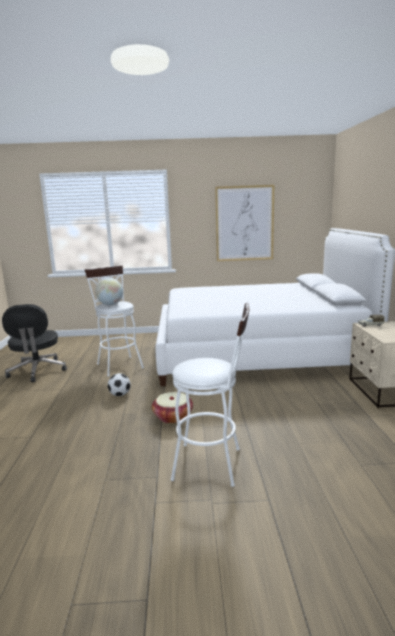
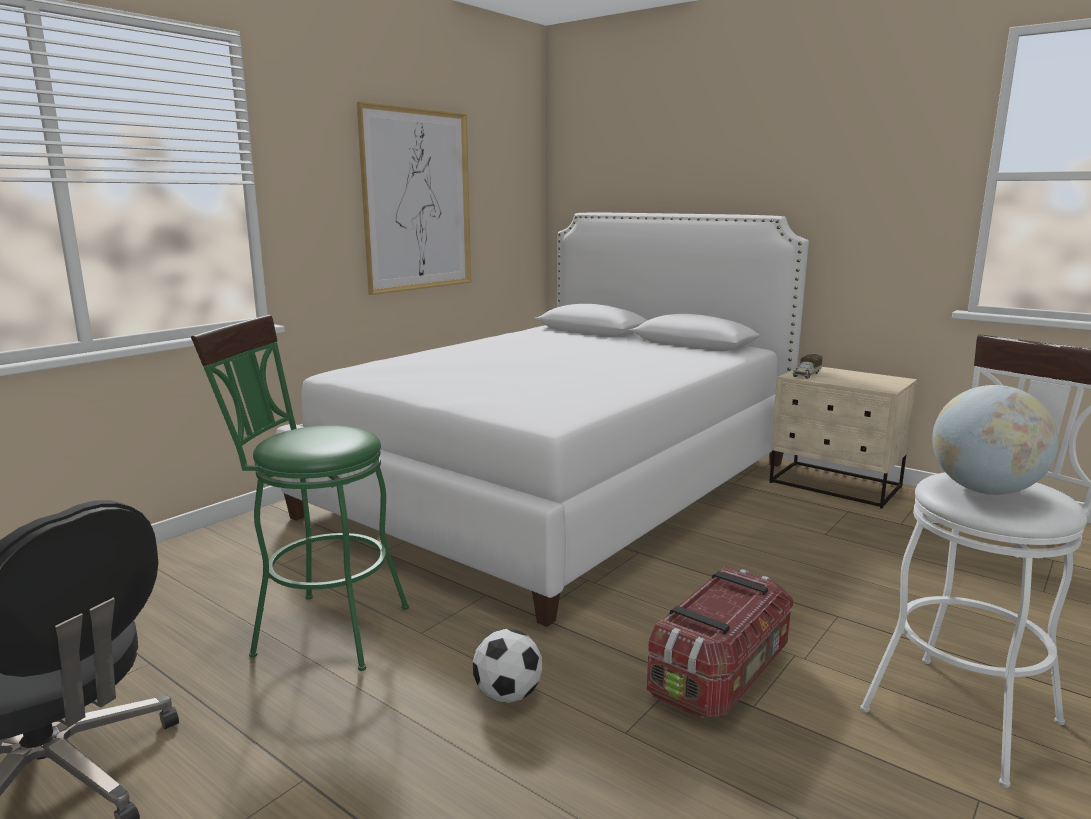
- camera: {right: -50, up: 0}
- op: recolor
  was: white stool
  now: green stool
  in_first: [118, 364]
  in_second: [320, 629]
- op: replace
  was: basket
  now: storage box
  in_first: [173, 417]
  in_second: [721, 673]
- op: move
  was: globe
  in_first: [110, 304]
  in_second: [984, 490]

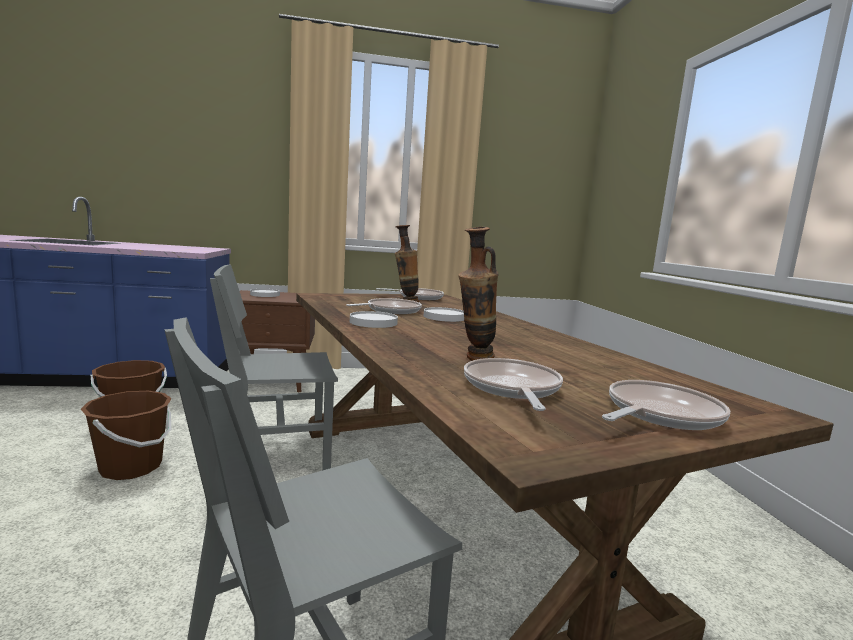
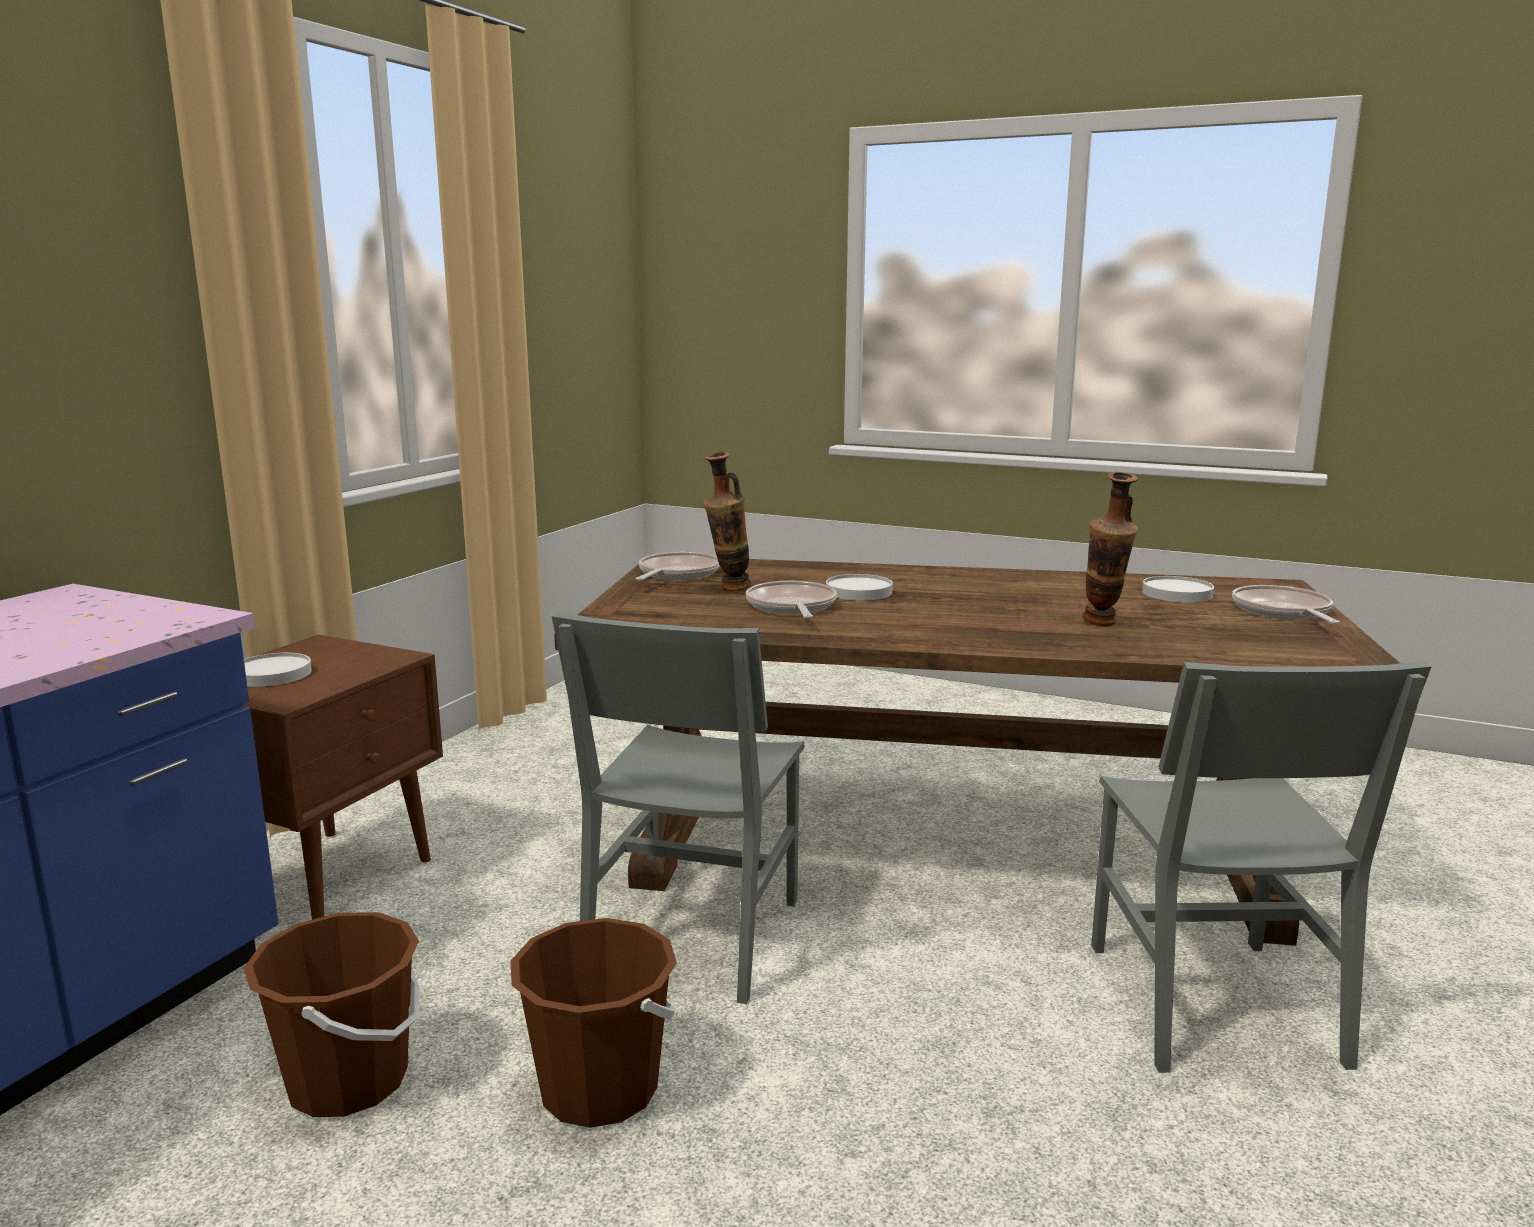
- camera: {right: -55, up: 5}
- op: move
  was: white plate
  in_first: [373, 322]
  in_second: [1176, 593]
- op: delete
  was: frying pan
  in_first: [512, 388]

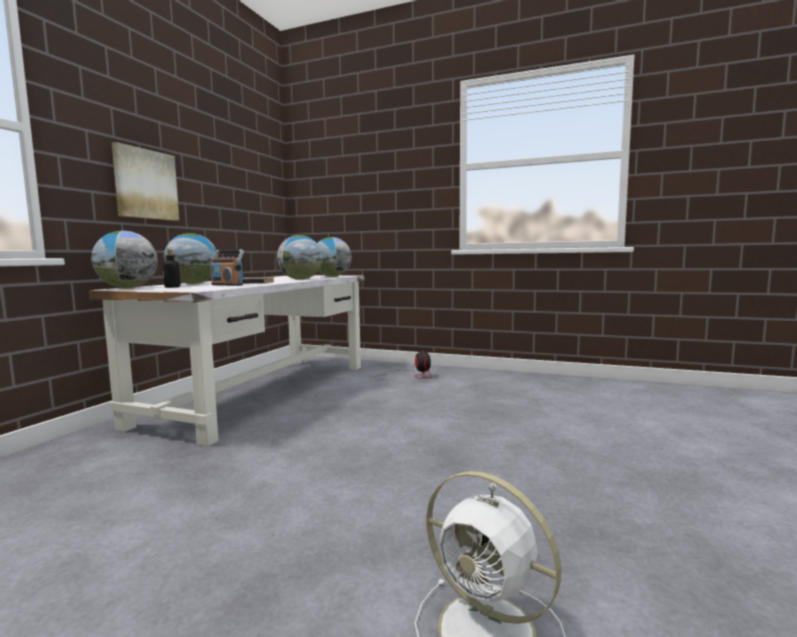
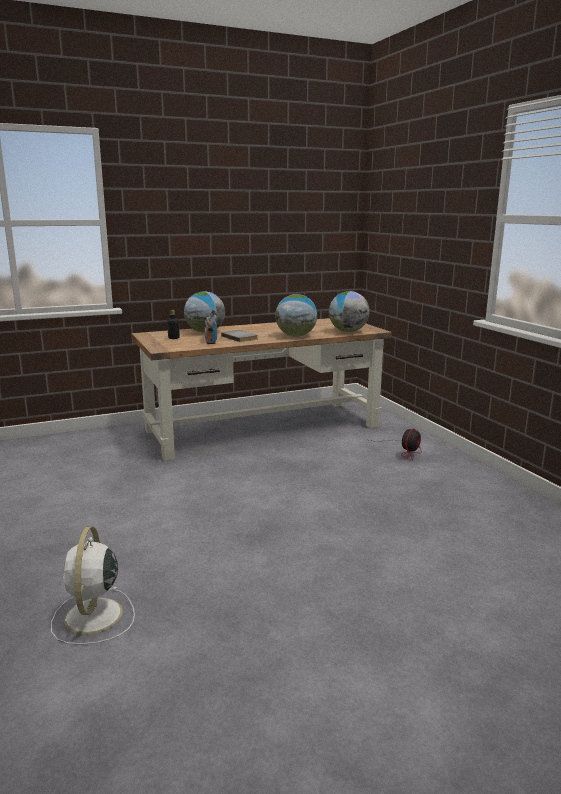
- camera: {right: 45, up: 10}
- op: recolor
  was: white desk
  now: brown desk
  in_first: [264, 392]
  in_second: [263, 428]
- op: delete
  was: globe
  in_first: [128, 288]
- op: delete
  was: picture
  in_first: [145, 184]

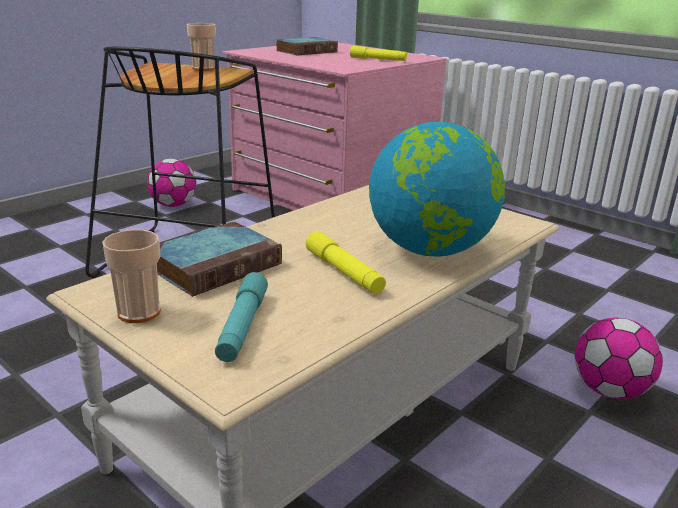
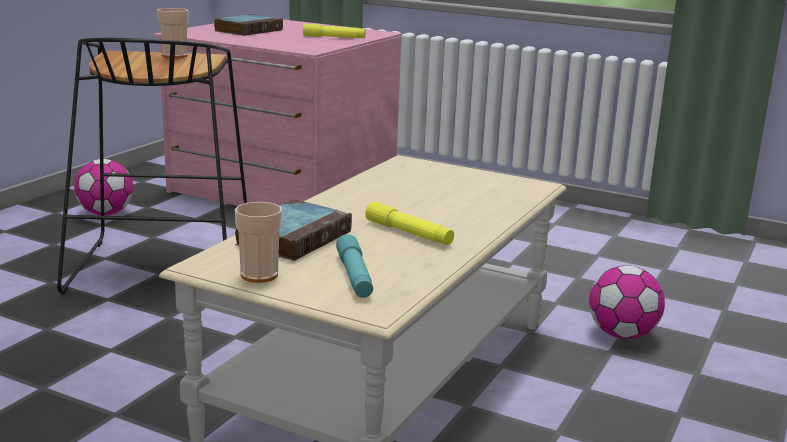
- camera: {right: -15, up: -5}
- op: delete
  was: globe
  in_first: [430, 250]

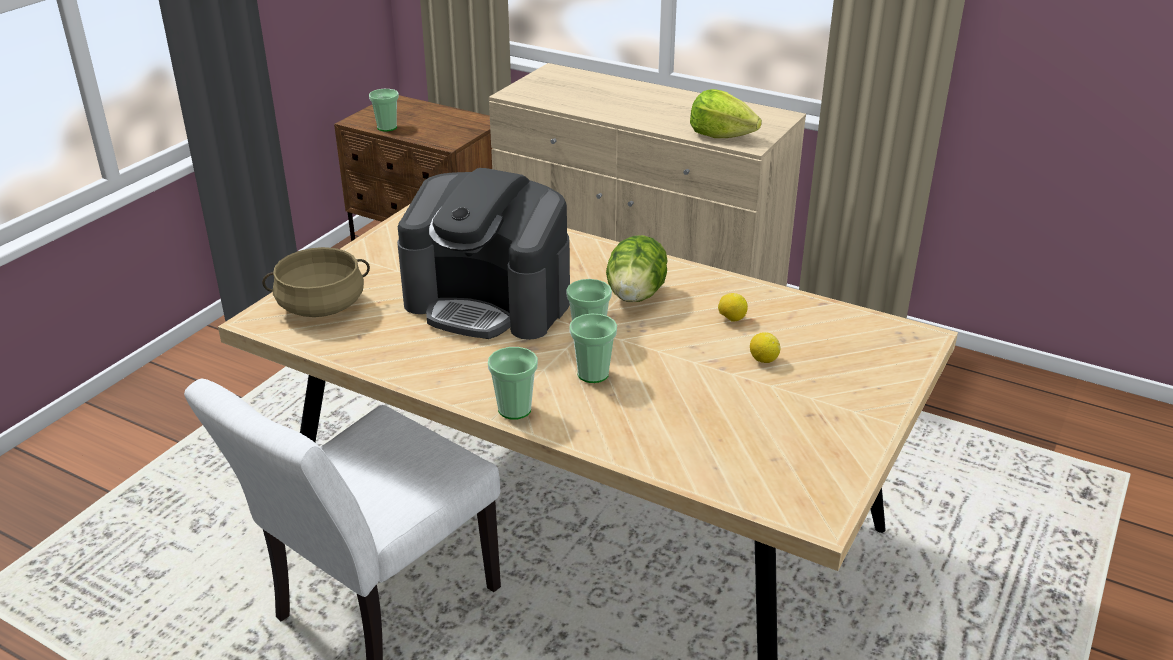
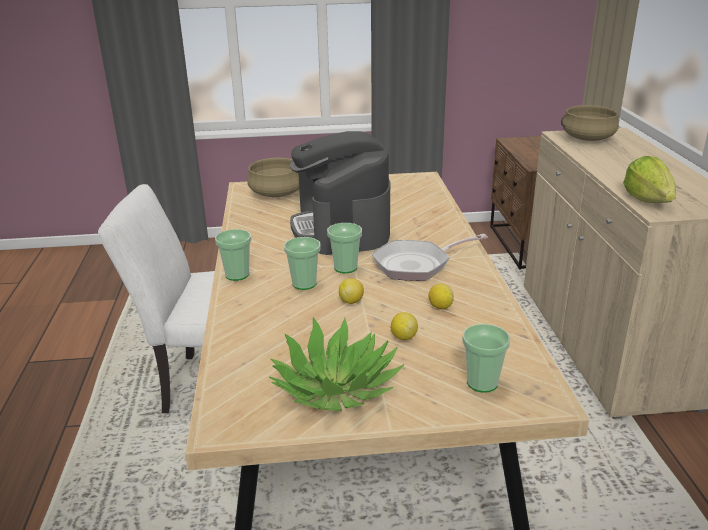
- camera: {right: 55, up: -5}
- op: insert
  now: potted plant
  in_second: [336, 387]
- op: insert
  now: lemon
  in_second: [351, 301]
- op: replace
  was: lettuce
  now: frying pan
  in_first: [635, 296]
  in_second: [417, 264]
- op: move
  was: cup
  in_first: [387, 127]
  in_second: [482, 383]
- op: insert
  now: beige cooking pot
  in_second: [587, 138]

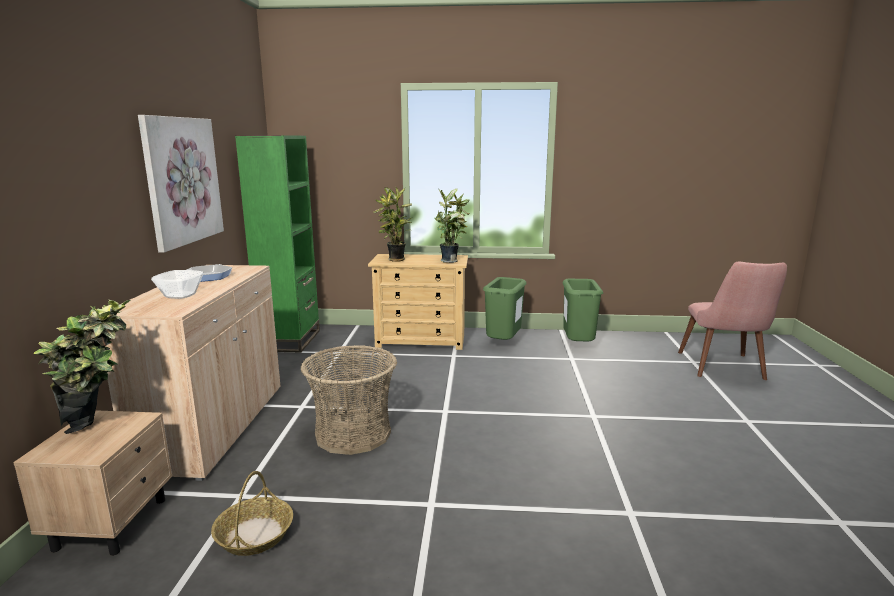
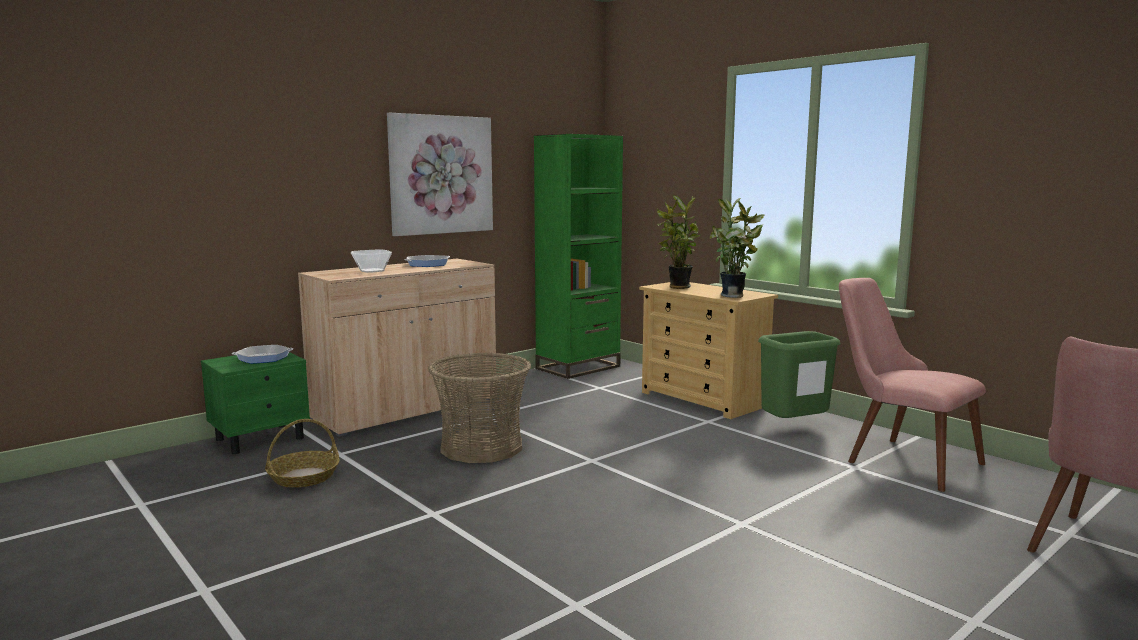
- camera: {right: 45, up: -5}
- op: recolor
  was: beige nightstand
  now: green nightstand
  in_first: [113, 522]
  in_second: [261, 439]
- op: replace
  was: potted plant
  now: frying pan
  in_first: [103, 428]
  in_second: [263, 358]
- op: replace
  was: green trash can
  now: pink chair
  in_first: [577, 346]
  in_second: [898, 458]

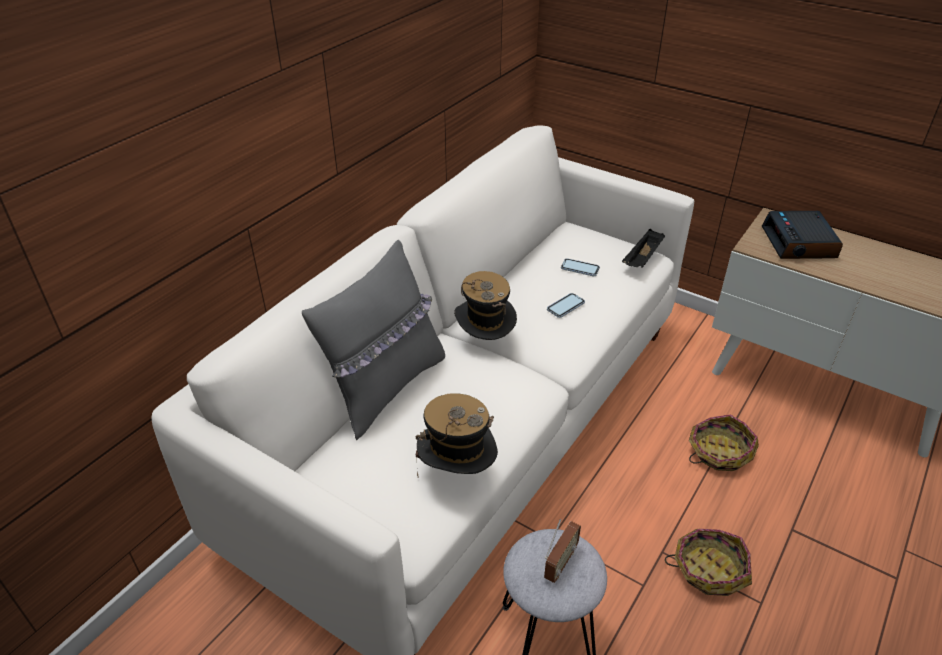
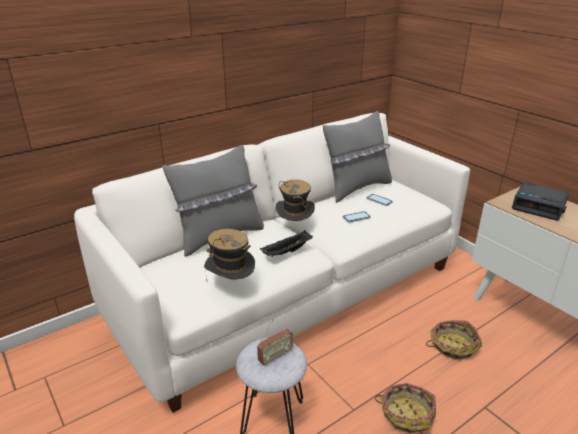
- camera: {right: 20, up: -10}
- op: move
  was: black tray
  in_first: [642, 259]
  in_second: [287, 252]
- op: insert
  now: grey pillow
  in_second: [356, 188]
- op: rotate
  was: alarm clock
  in_first: [799, 243]
  in_second: [539, 206]
  clockwise: -75

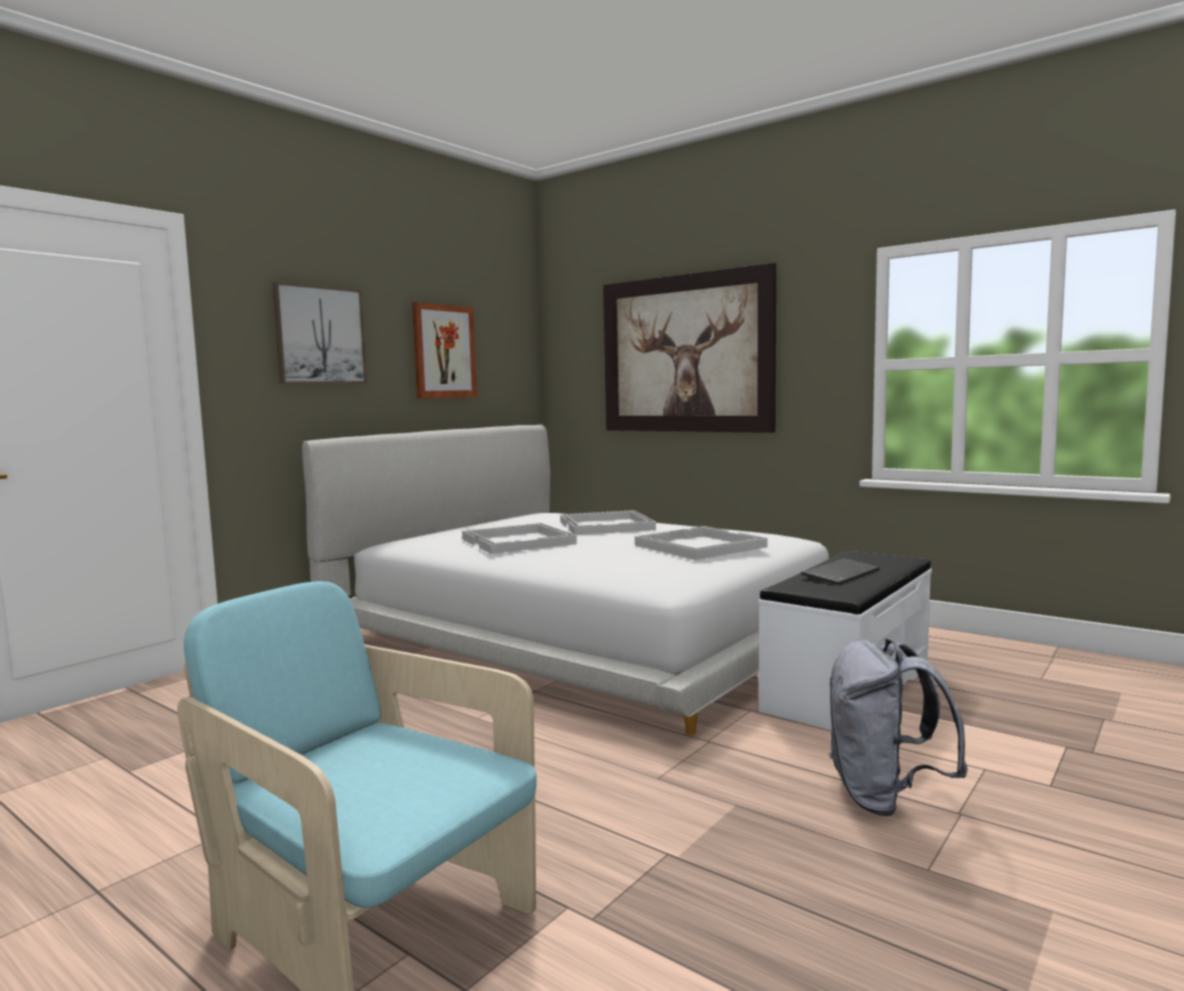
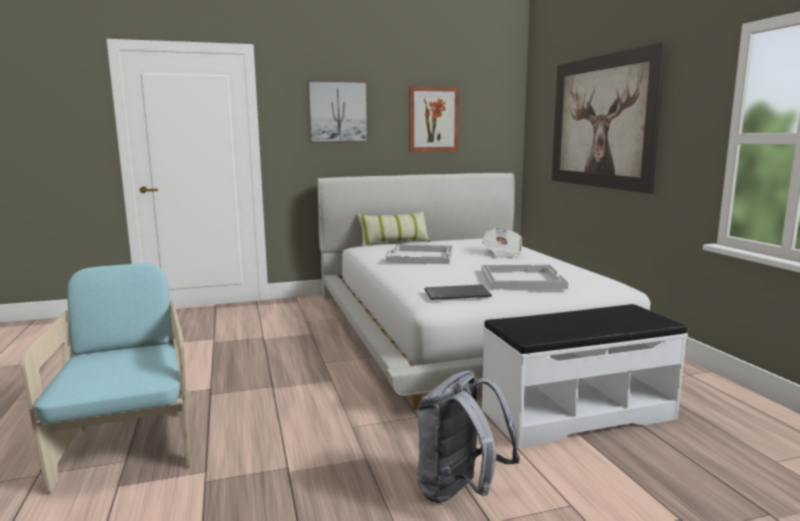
- camera: {right: 35, up: 5}
- op: insert
  now: pillow
  in_second: [394, 242]
- op: move
  was: keyboard
  in_first: [840, 573]
  in_second: [458, 294]
- op: replace
  was: white tray
  now: newspaper
  in_first: [607, 525]
  in_second: [502, 254]

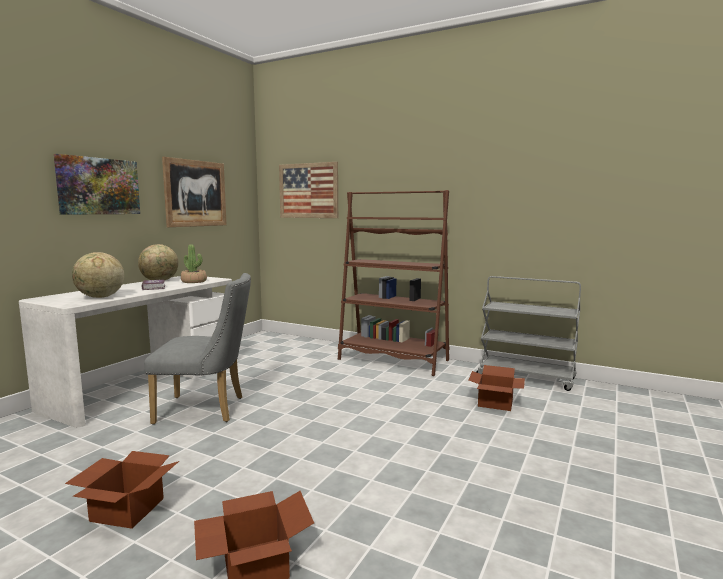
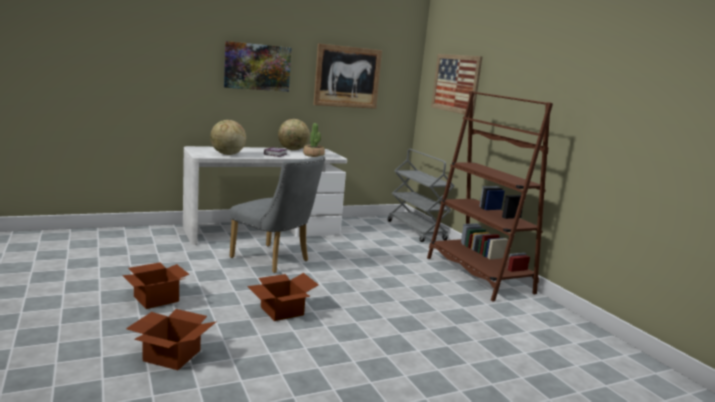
- camera: {right: 35, up: 5}
- op: move
  was: cardboard box
  in_first: [494, 403]
  in_second: [280, 311]
- op: move
  was: grey cart
  in_first: [526, 377]
  in_second: [416, 230]

